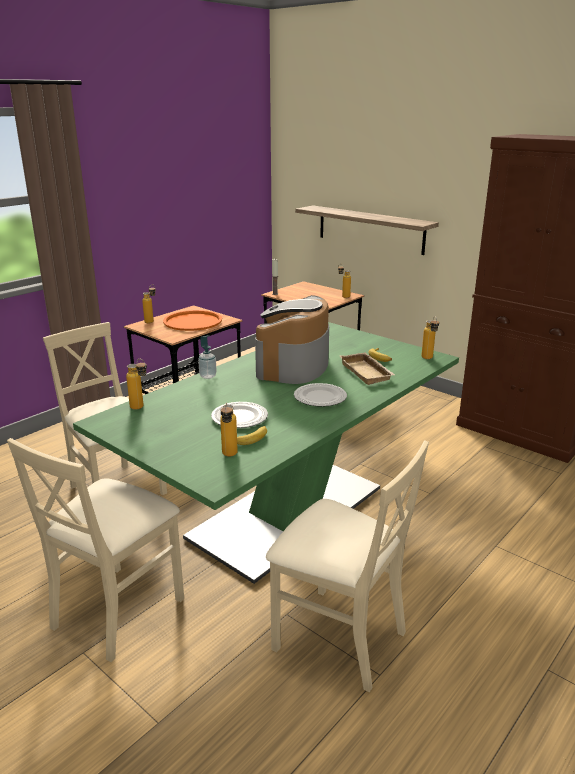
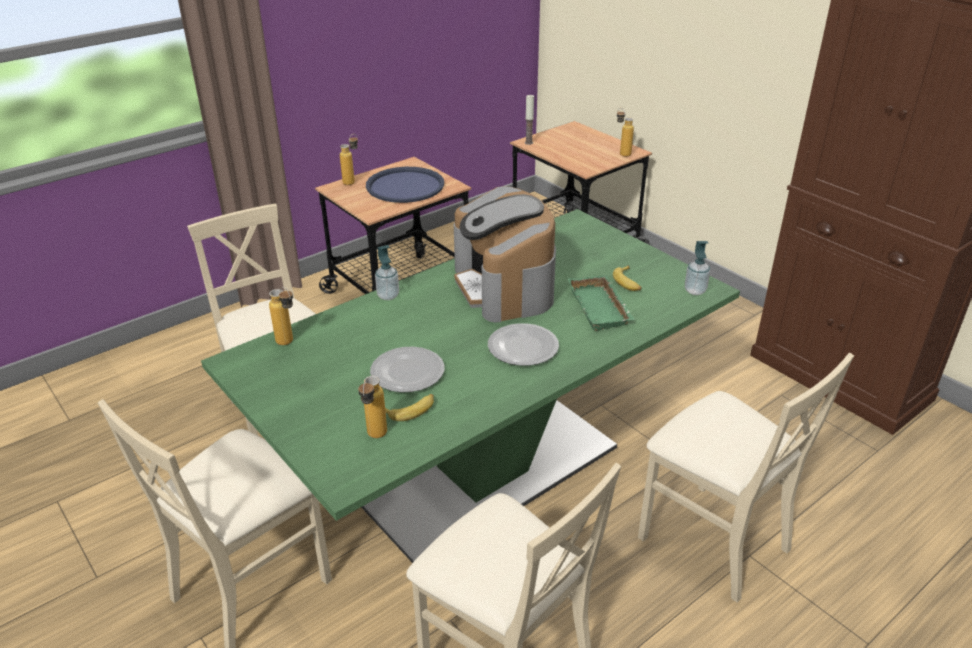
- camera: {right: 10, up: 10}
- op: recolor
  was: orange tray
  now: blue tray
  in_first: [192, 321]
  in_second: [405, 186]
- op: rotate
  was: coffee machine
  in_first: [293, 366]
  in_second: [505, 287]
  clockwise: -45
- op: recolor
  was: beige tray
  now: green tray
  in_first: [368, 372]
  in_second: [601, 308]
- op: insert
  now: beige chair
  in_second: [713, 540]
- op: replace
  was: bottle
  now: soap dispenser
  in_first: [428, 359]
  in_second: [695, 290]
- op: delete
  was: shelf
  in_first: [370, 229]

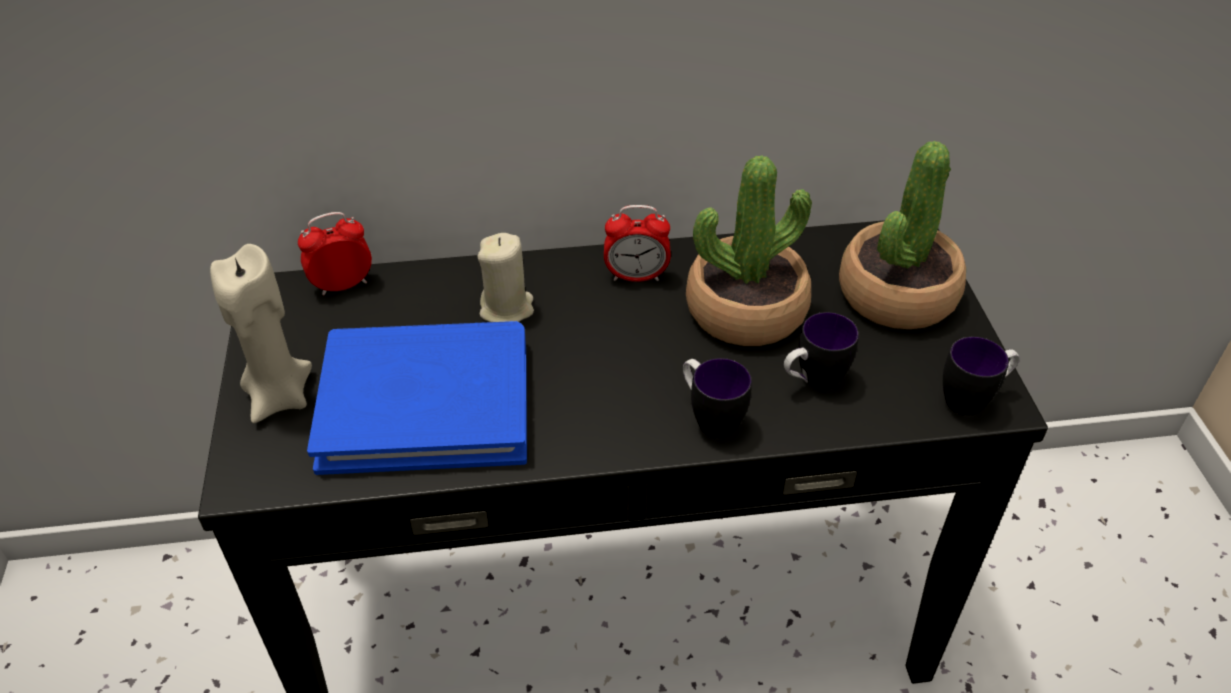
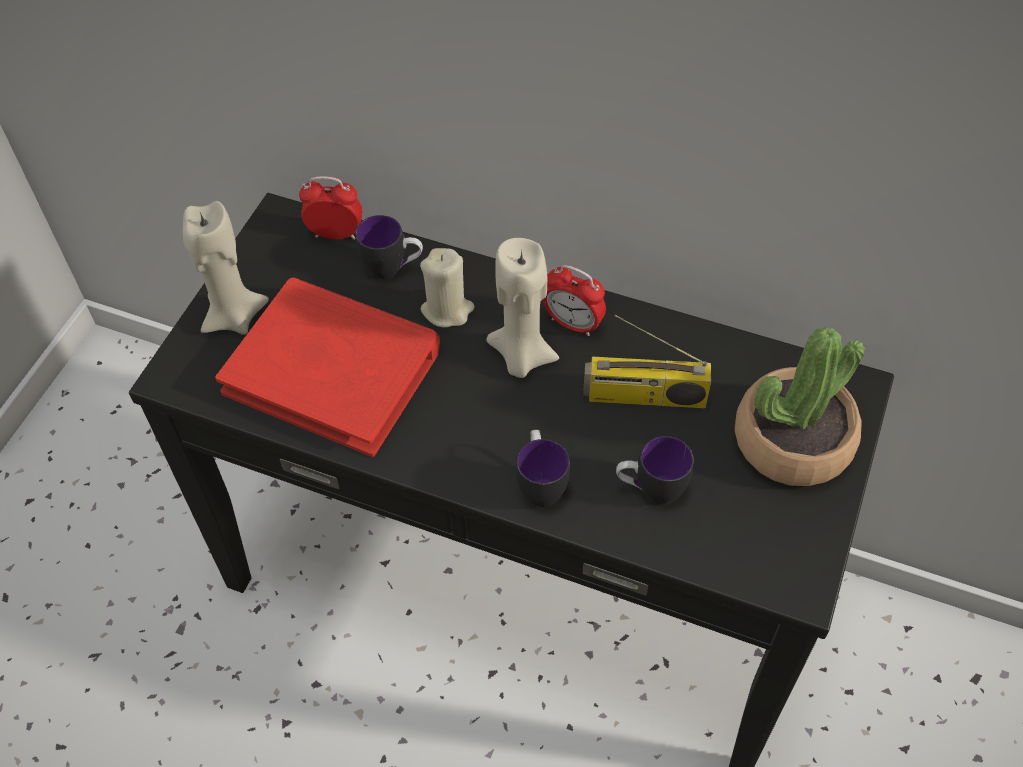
- camera: {right: 30, up: 10}
- op: recolor
  was: blue book
  now: red book
  in_first: [426, 403]
  in_second: [333, 369]
- op: move
  was: mug
  in_first: [972, 399]
  in_second: [393, 269]
- op: insert
  now: beige candle
  in_second: [521, 357]
- op: replace
  was: potted plant
  now: radio
  in_first: [746, 310]
  in_second: [644, 397]

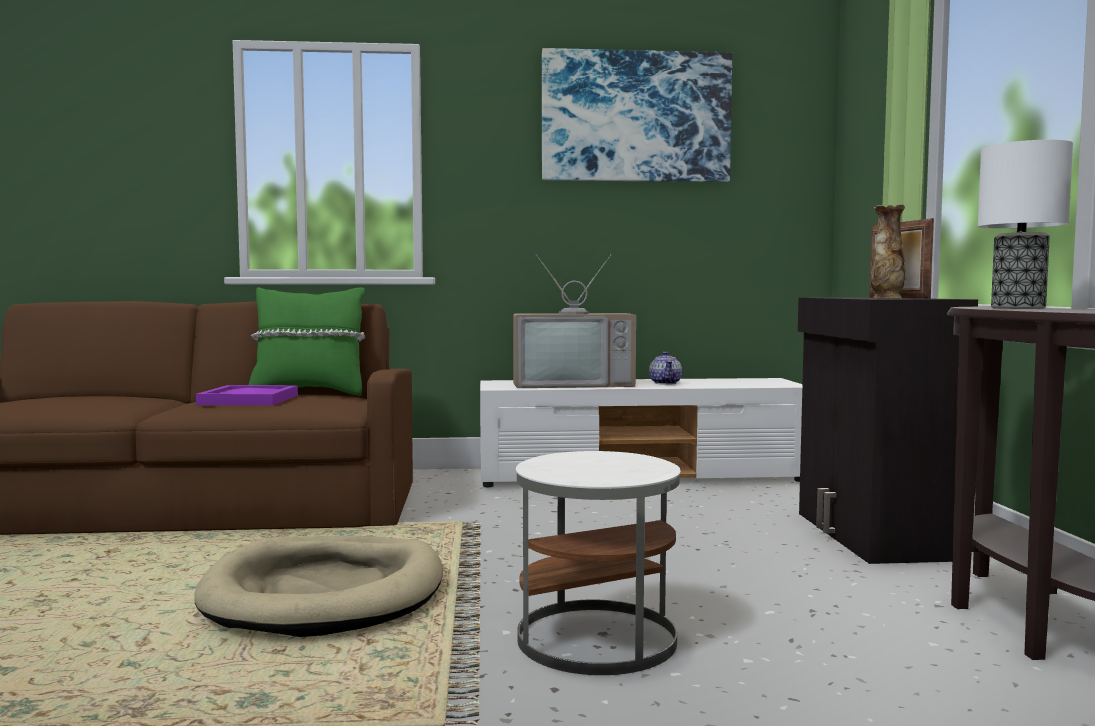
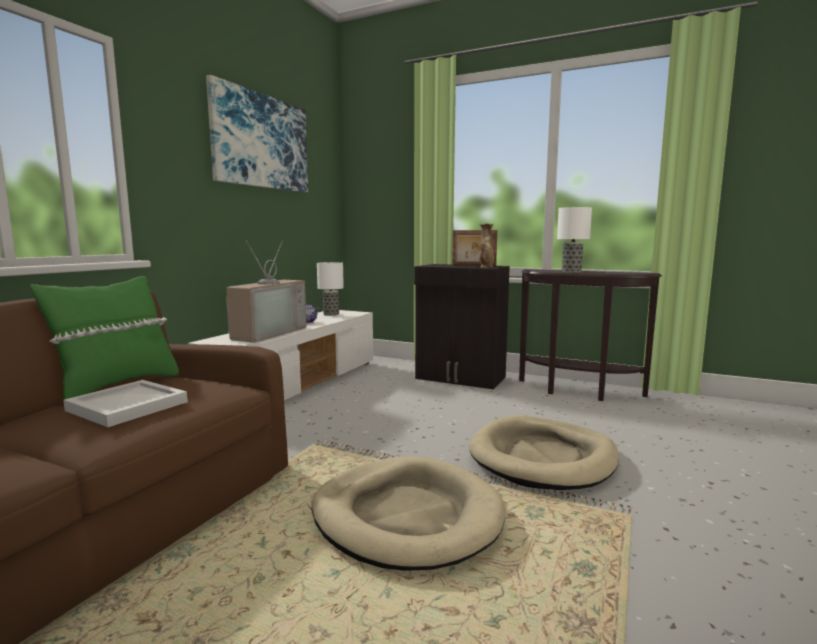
- camera: {right: -60, up: 5}
- op: recolor
  was: purple tray
  now: white tray
  in_first: [248, 400]
  in_second: [125, 406]
- op: insert
  now: table lamp
  in_second: [331, 314]
- op: replace
  was: white side table
  now: beige dog bed
  in_first: [598, 639]
  in_second: [543, 458]

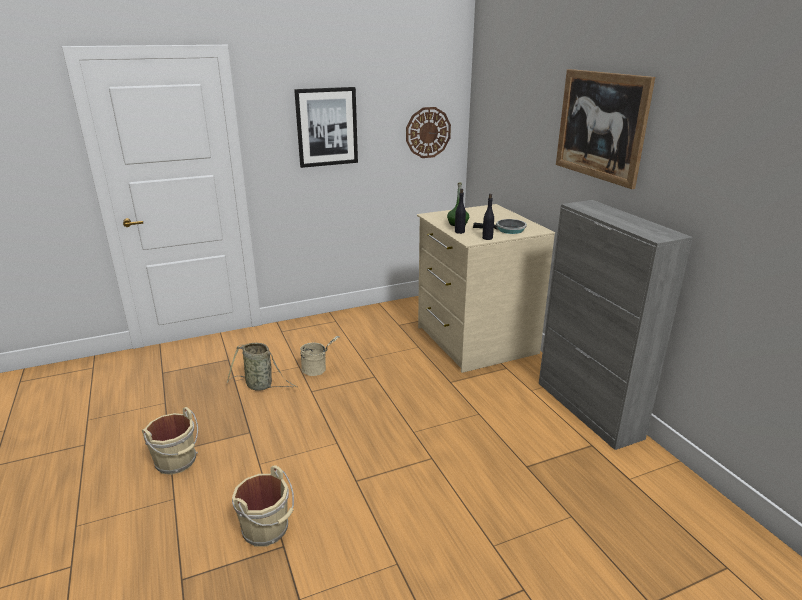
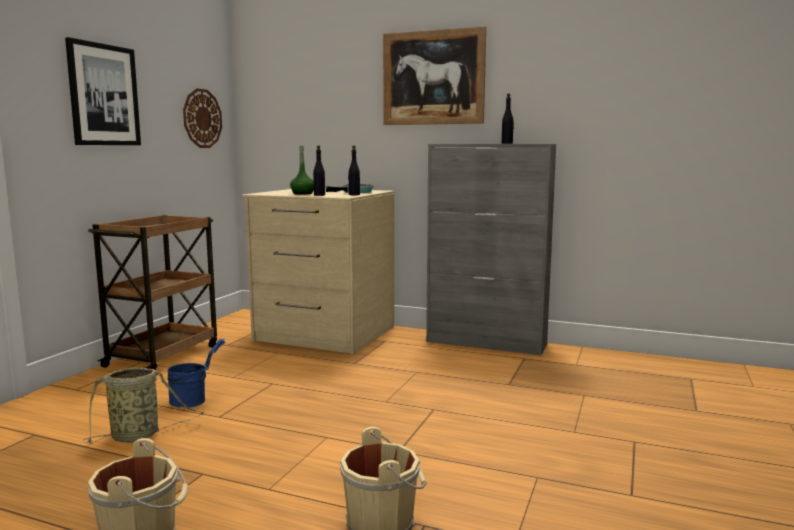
- camera: {right: -45, up: -15}
- op: insert
  now: brown cart
  in_second: [164, 355]
- op: recolor
  was: beige bucket
  now: blue bucket
  in_first: [318, 370]
  in_second: [194, 400]
- op: insert
  now: black bottle
  in_second: [507, 143]

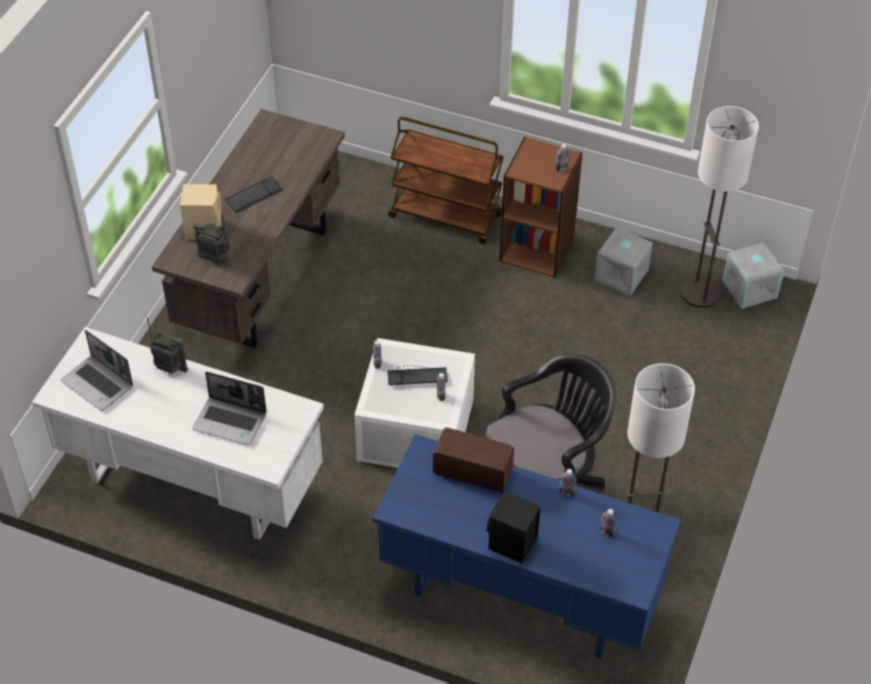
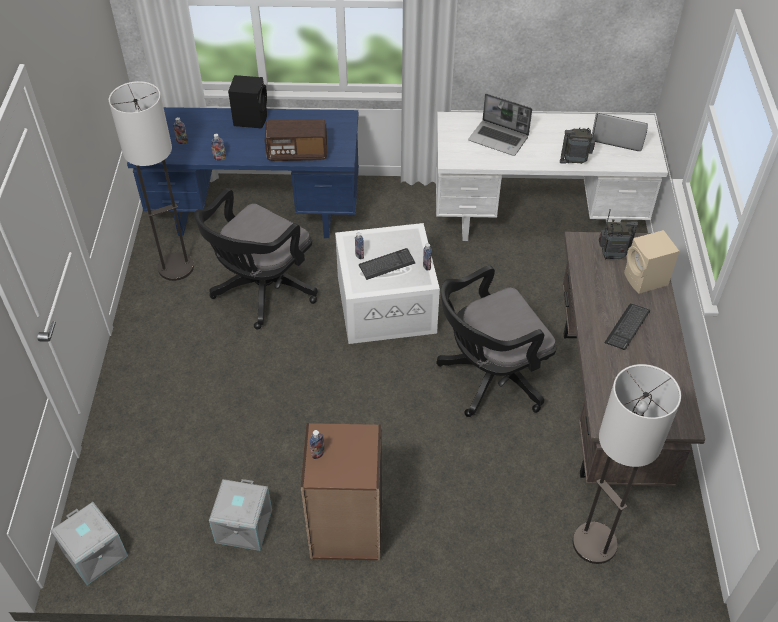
- camera: {right: 160, up: 0}
- op: insert
  now: black office chair
  in_second: [489, 378]
- op: rotate
  was: laptop
  in_first: [231, 421]
  in_second: [499, 139]
  clockwise: -150
- op: move
  was: floor lamp
  in_first: [700, 293]
  in_second: [594, 543]
- op: delete
  was: brown cart
  in_first: [446, 216]

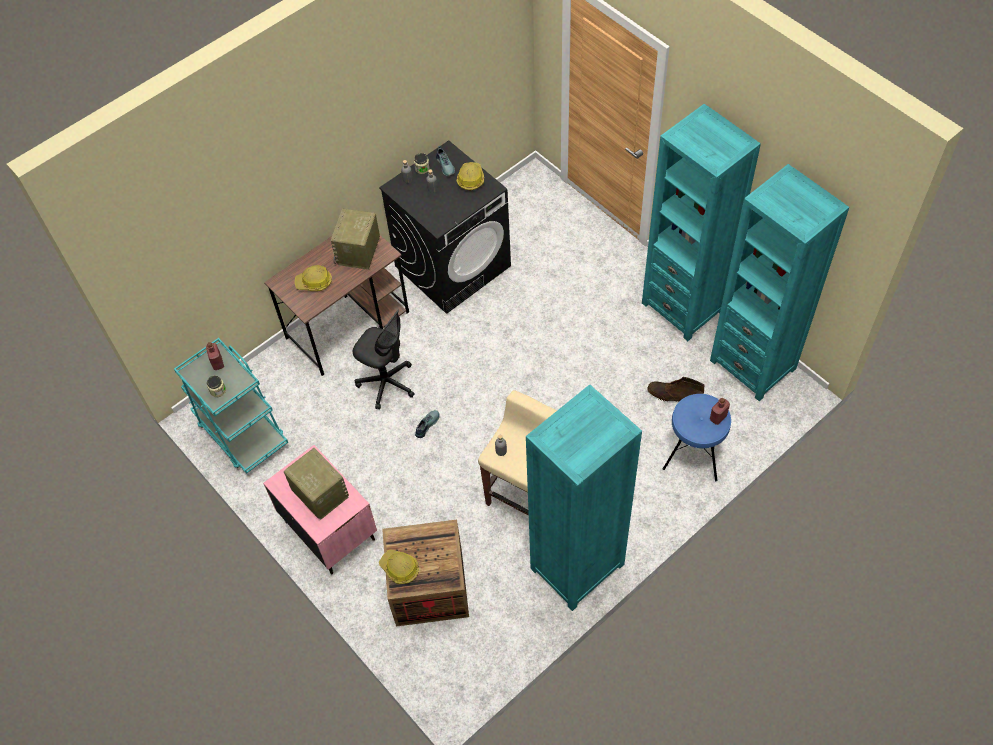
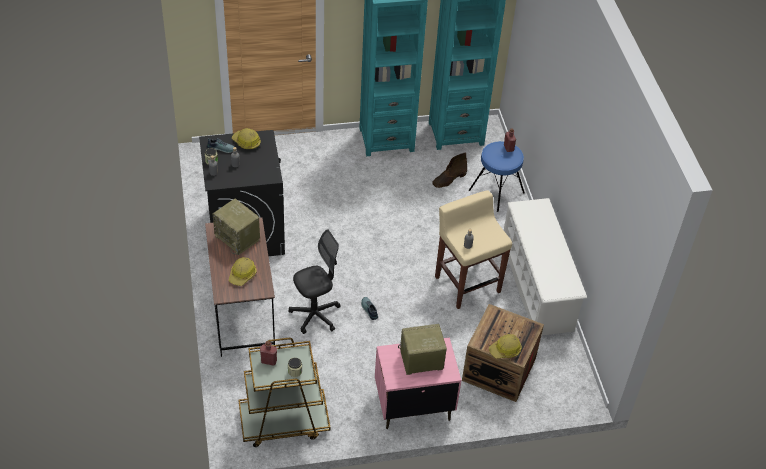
- camera: {right: -65, up: -10}
- op: recolor
  was: turquoise cart
  now: brown cart
  in_first: [241, 432]
  in_second: [283, 422]
- op: replace
  was: turquoise bookcase
  now: white shoe rack
  in_first: [577, 567]
  in_second: [537, 286]

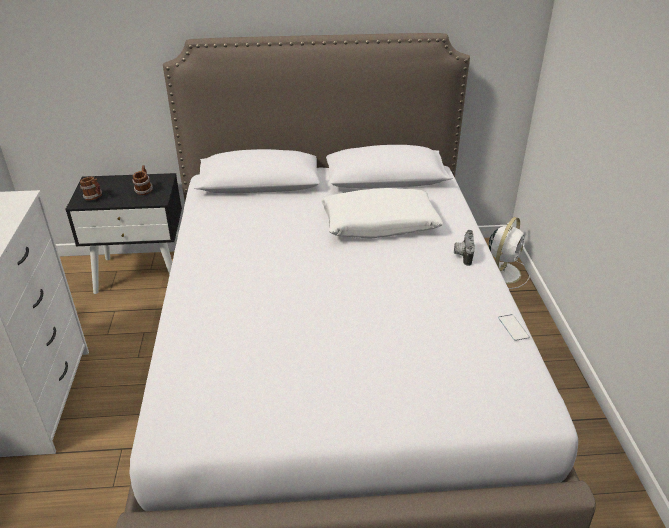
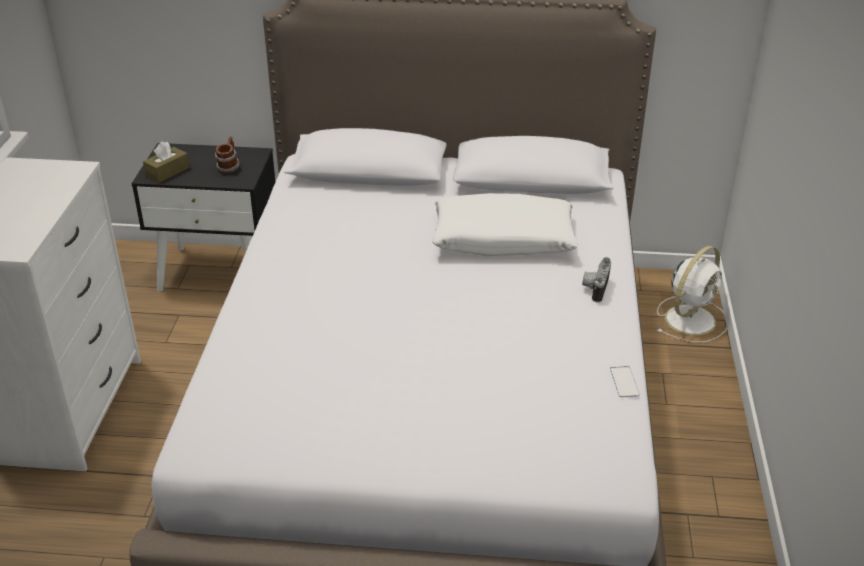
- camera: {right: 10, up: 0}
- op: replace
  was: mug
  now: brown tissue box
  in_first: [94, 198]
  in_second: [167, 172]

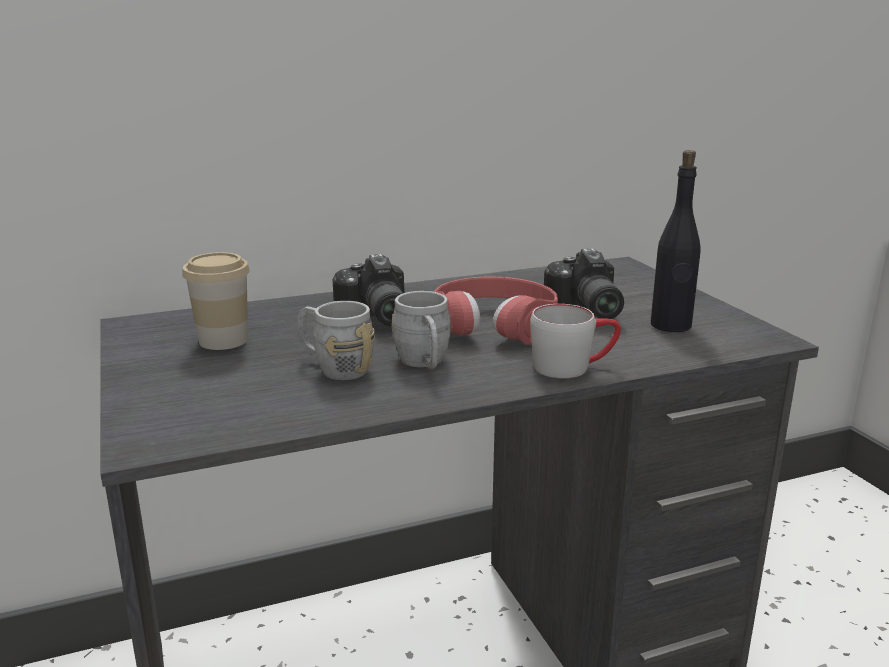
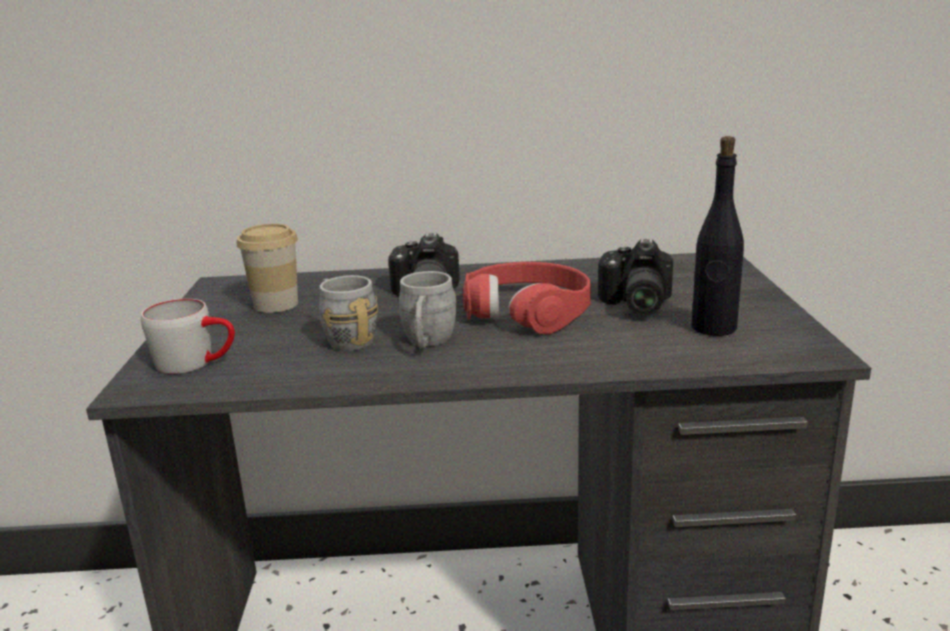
- camera: {right: 20, up: 0}
- op: move
  was: grey mug
  in_first: [573, 366]
  in_second: [197, 363]

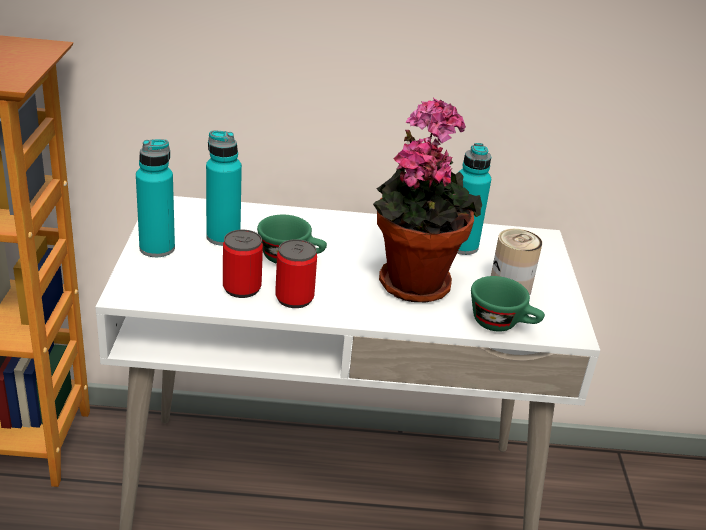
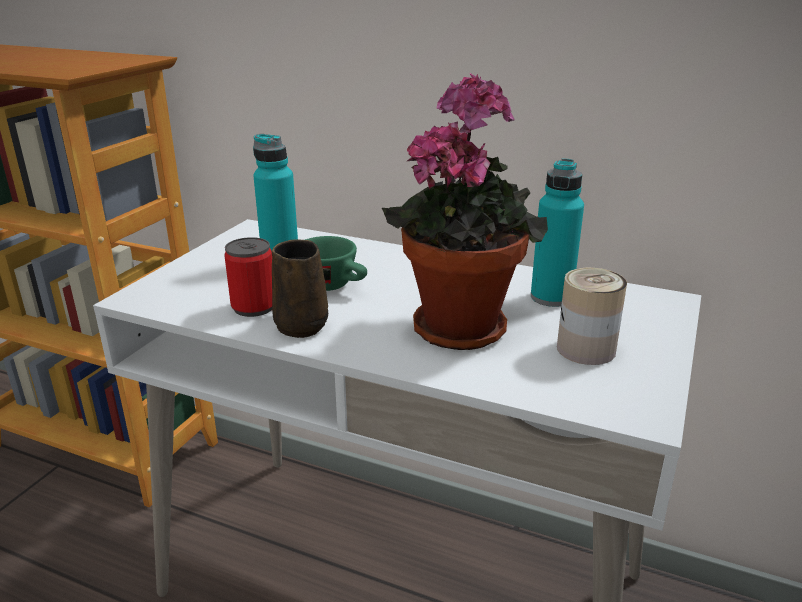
- camera: {right: 25, up: -5}
- op: replace
  was: can
  now: brown mug
  in_first: [294, 298]
  in_second: [302, 324]
- op: delete
  was: turquoise bottle
  in_first: [157, 248]
- op: delete
  was: green cup
  in_first: [502, 324]

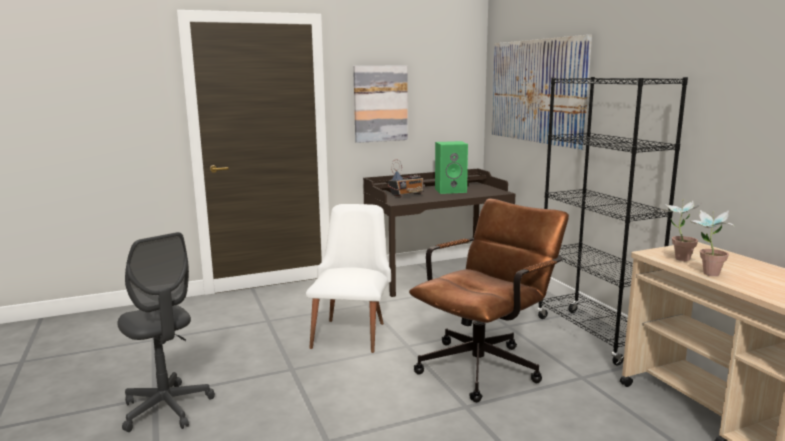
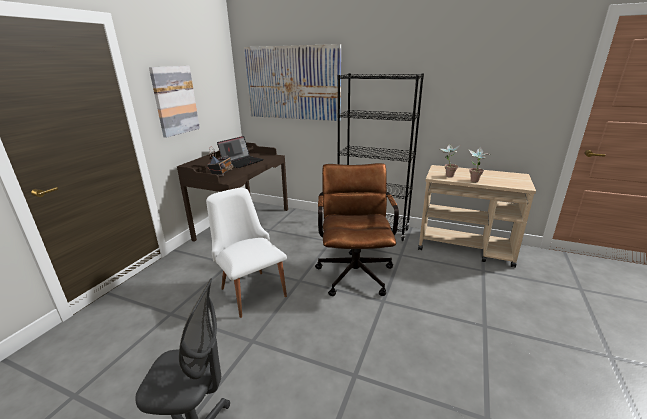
- camera: {right: -45, up: 10}
- op: replace
  was: green speaker
  now: laptop
  in_first: [451, 190]
  in_second: [242, 162]

